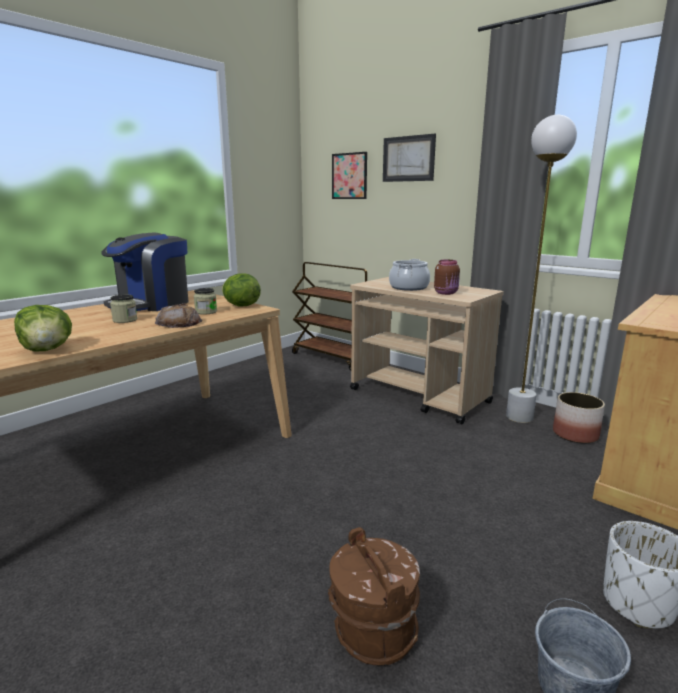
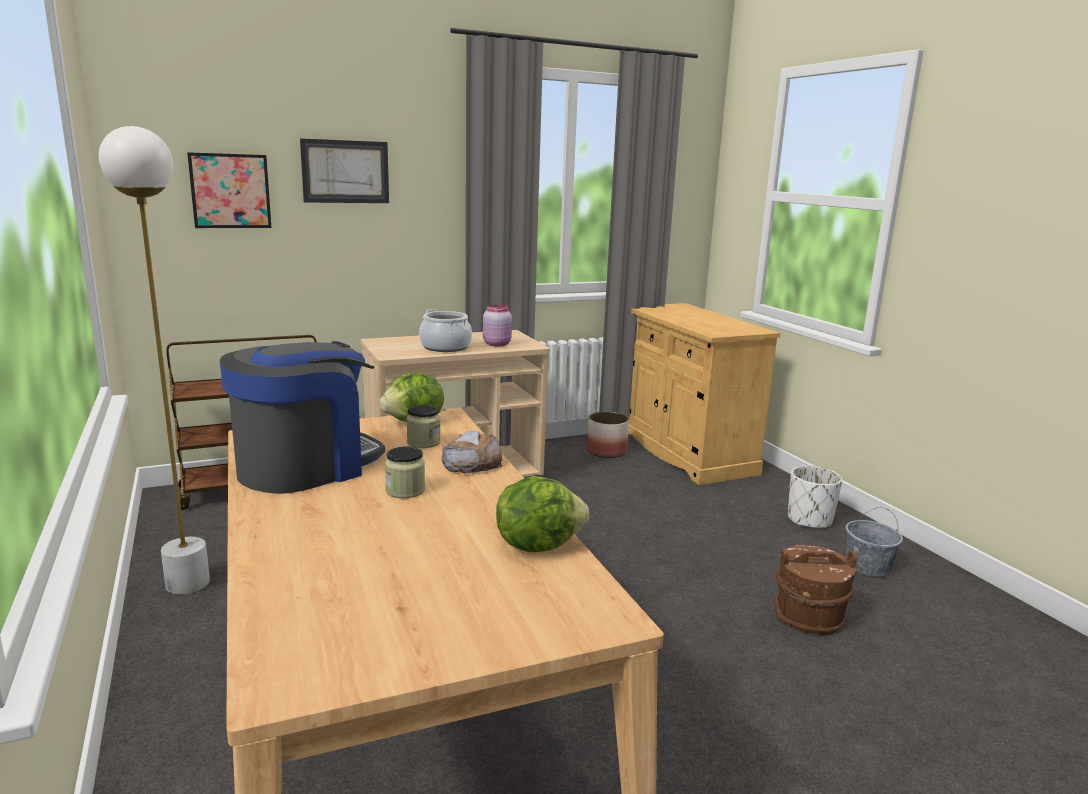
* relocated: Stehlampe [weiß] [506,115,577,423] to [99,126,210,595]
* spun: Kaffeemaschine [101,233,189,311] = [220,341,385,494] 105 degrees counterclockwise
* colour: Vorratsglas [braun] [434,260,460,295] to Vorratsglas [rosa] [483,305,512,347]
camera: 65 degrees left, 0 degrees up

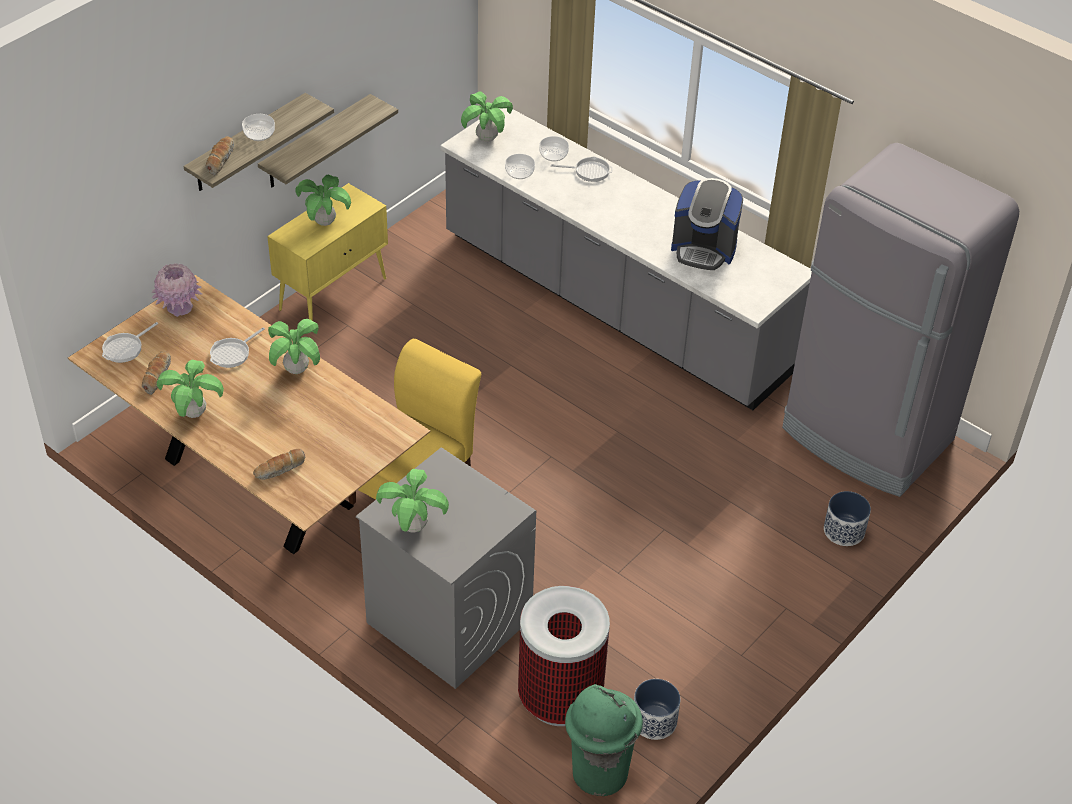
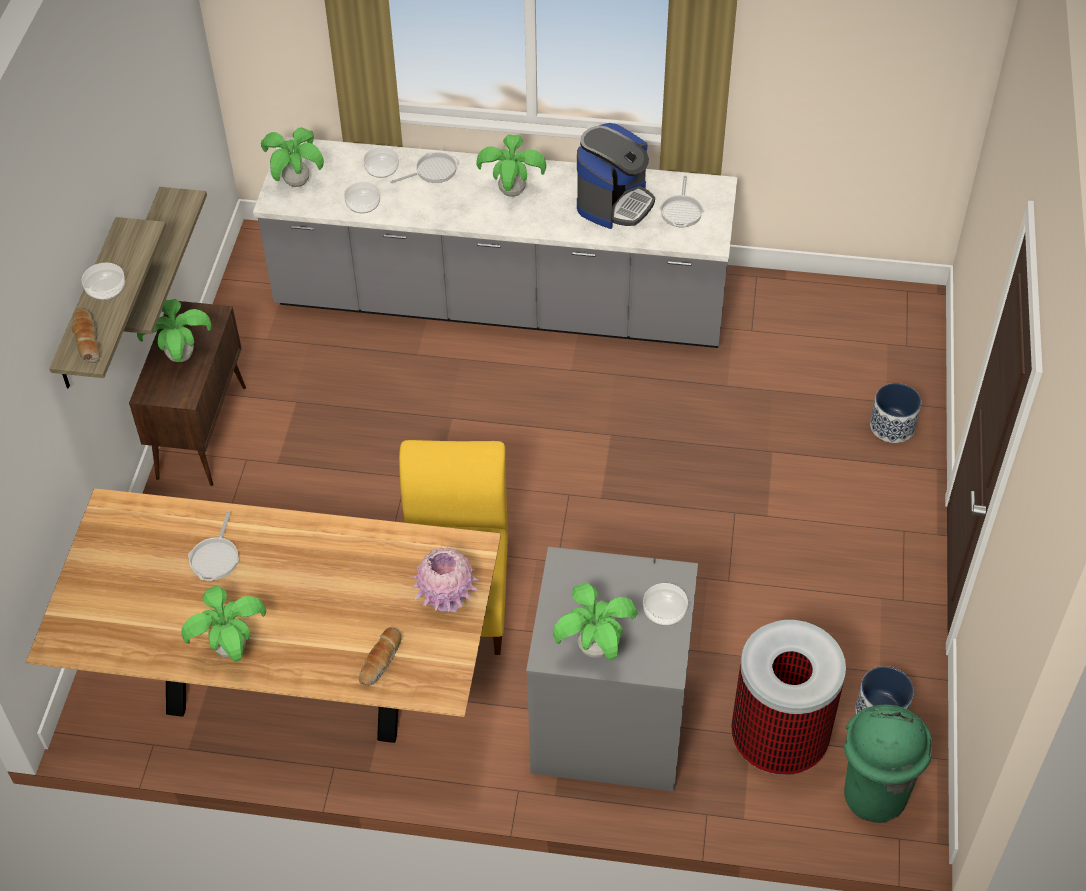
* missing: Kühlschrank [grau] [782,143,1019,497]
* spun: Kaffeemaschine [671,178,743,270] = [577,123,655,229] 45 degrees counterclockwise
* colour: Schrank [gelb] [267,183,388,321] to Schrank [braun] [129,301,246,486]
* relocated: Vase [rosa] [151,263,202,317] to [411,547,479,612]
* relocated: Topfpflanze [268,319,320,374] to [476,134,546,197]
* relocated: Pfanne [102,322,158,363] to [659,176,704,227]
* missing: Brot [142,351,171,395]
* appeared: Schüssel [643,583,688,626]
camera: 30 degrees left, 5 degrees up

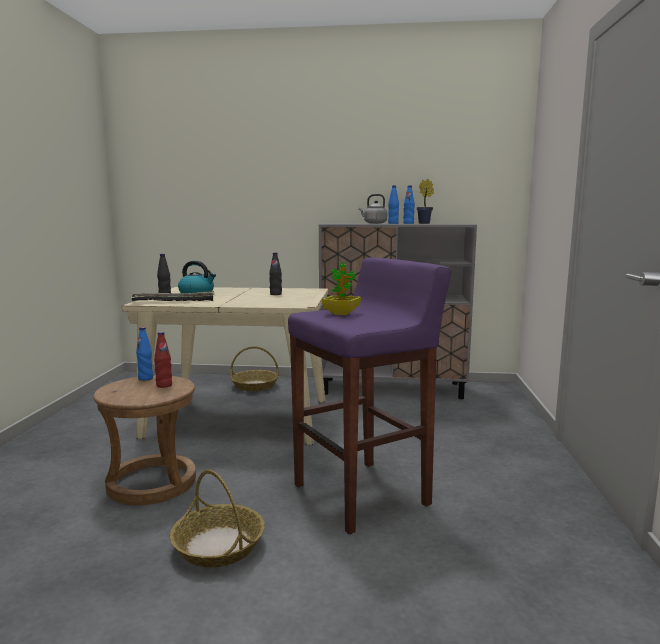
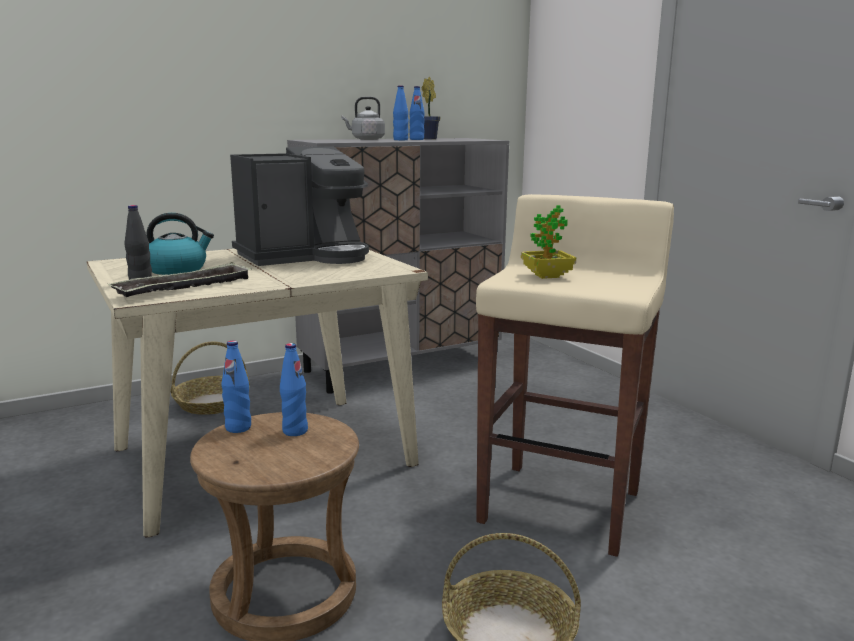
* exchanged: Flasche [schwarz] [269,252,282,295] to Kaffeemaschine [230,146,369,266]
* colour: Hocker [lila] [288,257,451,534] to Hocker [beige] [476,194,674,557]
* colour: Flasche [rot] [154,332,172,388] to Flasche [blau] [280,343,308,436]
camera: 35 degrees left, 5 degrees up

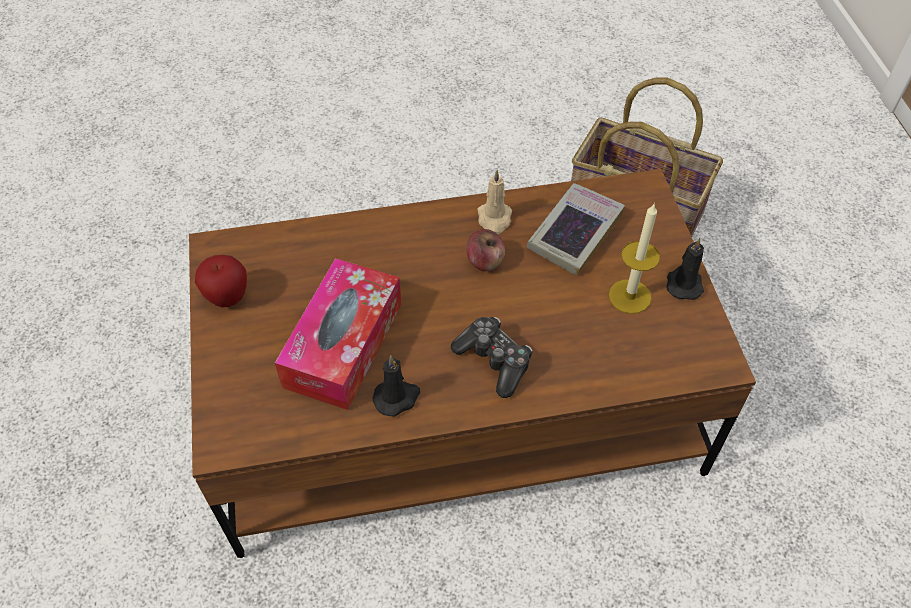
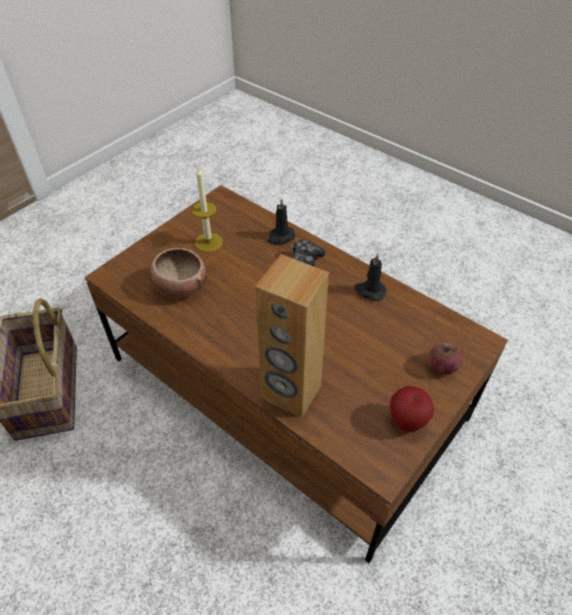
* missing: Kerze [beige] [478,170,512,235]
* exchanged: Buch [527,183,625,276] to Schüssel [149,248,206,297]
* relocated: Apfel [467,229,505,271] to [429,343,462,375]
* relocated: Kerze [schwarz] [667,238,704,300] to [268,198,295,244]
* missing: Taschentuchbox [275,258,402,410]
* appeared: Lautsprecher [braun] [255,254,329,418]
camera: 130 degrees left, 5 degrees down

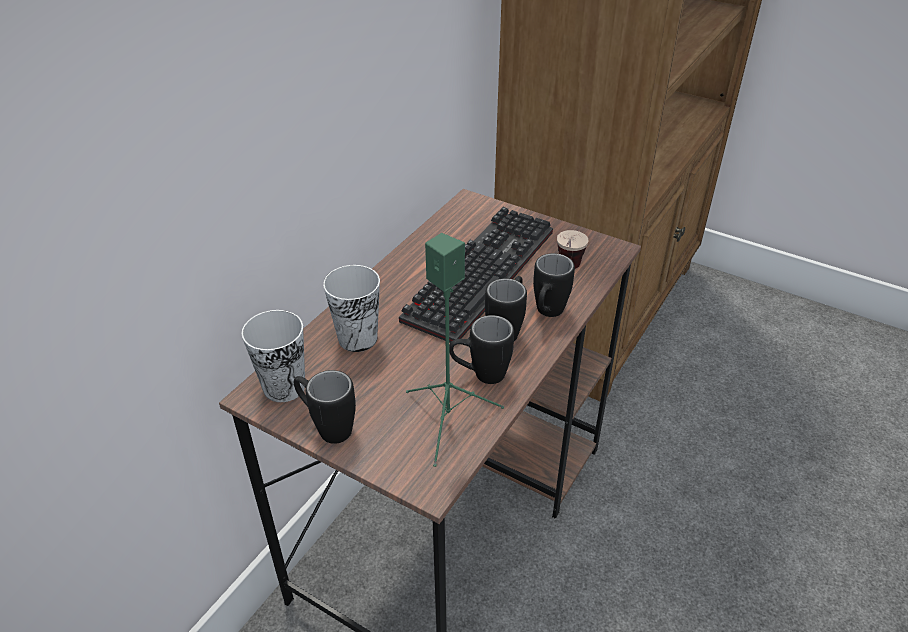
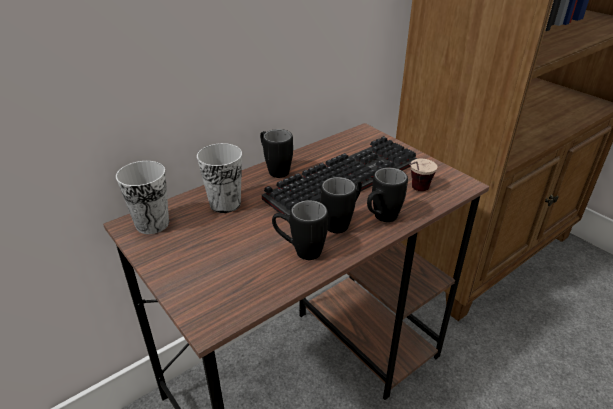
* missing: Lautsprecher [grün] [406,233,504,467]
* relocated: Henkelbecher [schwarz] [294,370,356,444] to [260,129,293,178]
camera: 20 degrees right, 5 degrees down

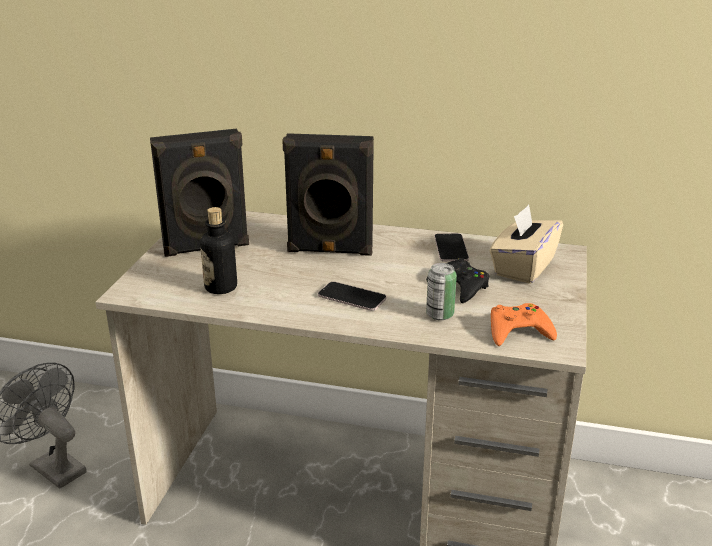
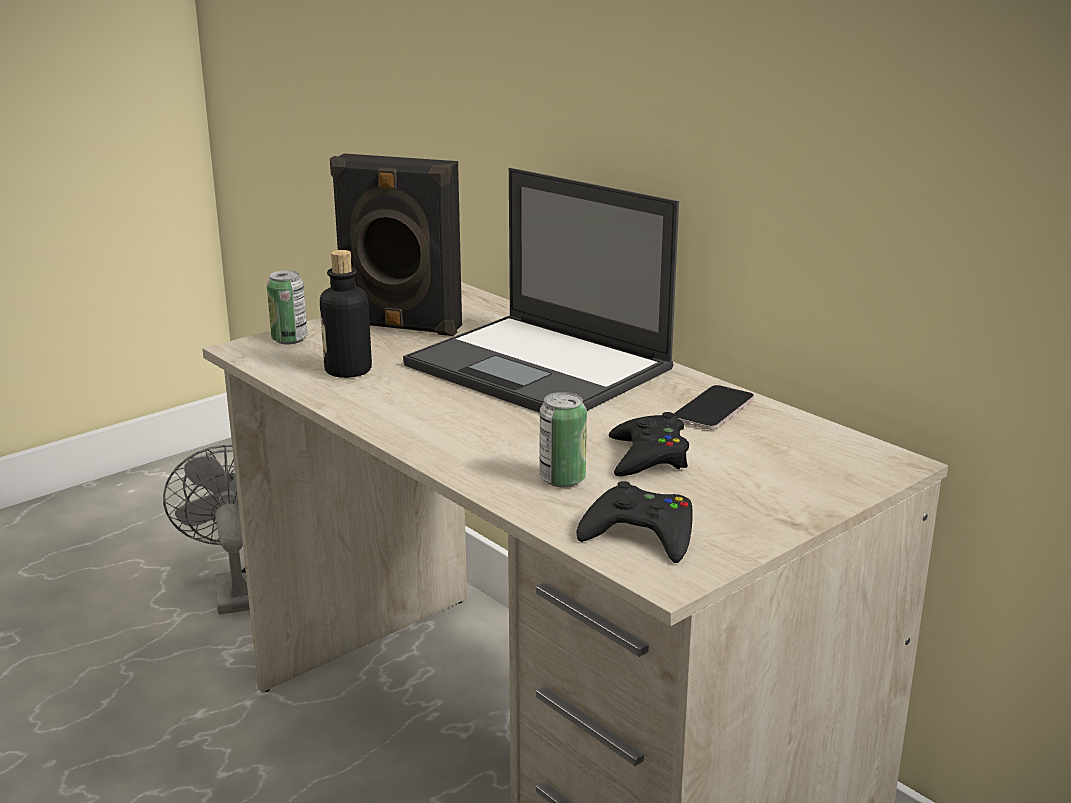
* exchanged: Lautsprecher [schwarz] [282,133,374,256] to Laptop [403,168,679,413]
* missing: Taschentuchbox [beige] [490,205,563,284]
* missing: Handy [318,281,387,311]
* colour: Gamepad [orange] [491,303,557,346] to Gamepad [schwarz] [576,481,693,563]
* appeared: Dose [267,270,307,344]
camera: 35 degrees right, 5 degrees down

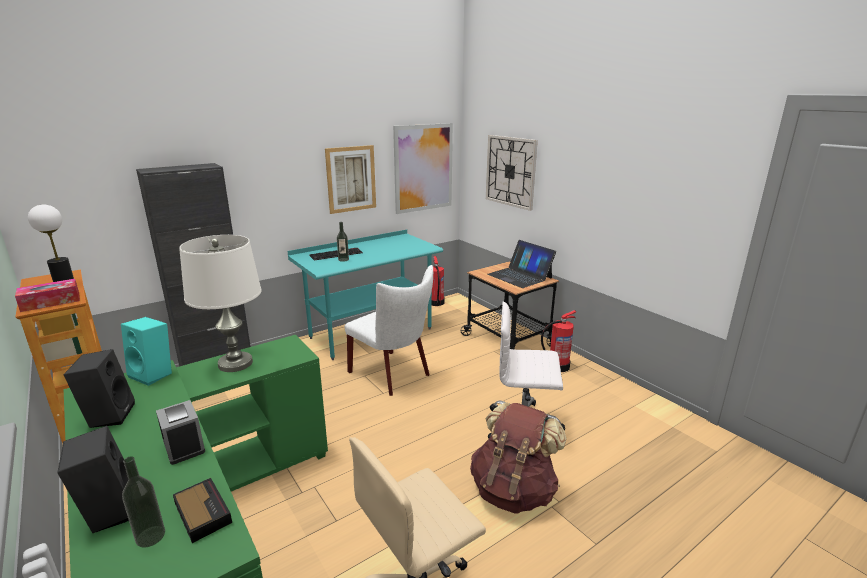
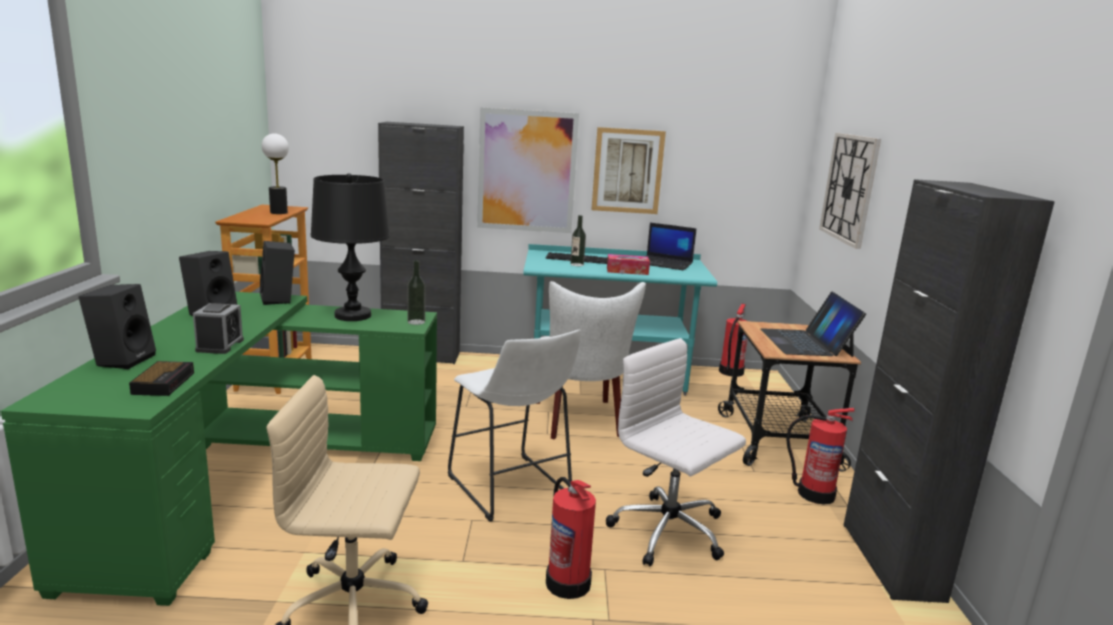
* relocated: Bild [393,123,453,214] to [477,107,579,233]
* colour: Tischlampe [weiß] [179,235,262,372] to Tischlampe [schwarz] [311,173,390,321]
* relocated: Taschentuchbox [15,279,80,312] to [607,254,650,275]
* colour: Lautsprecher [türkis] [121,317,172,386] to Lautsprecher [schwarz] [260,241,295,305]
* exchanged: Rucksack [braun] [470,402,566,514] to Feuerlöscher [546,477,596,599]
* relocated: Flasche [122,456,165,548] to [407,260,425,325]
* appeared: Schrank [schwarz] [843,179,1055,603]
* appeared: Laptop [647,223,697,270]
* appeared: Hocker [weiß] [448,330,581,522]
camera: 35 degrees right, 5 degrees down

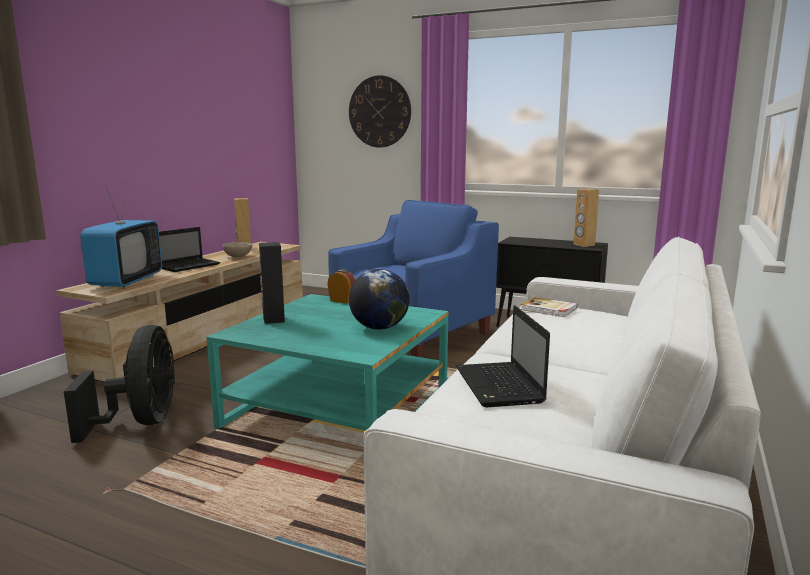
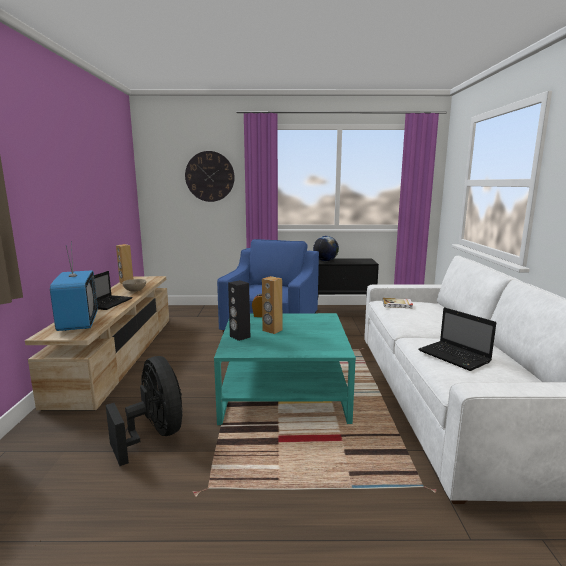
* relocated: Lautsprecher [braun] [573,189,599,247] to [262,276,283,334]
* relocated: Globus [349,269,410,330] to [313,236,339,261]
camera: 25 degrees left, 0 degrees up

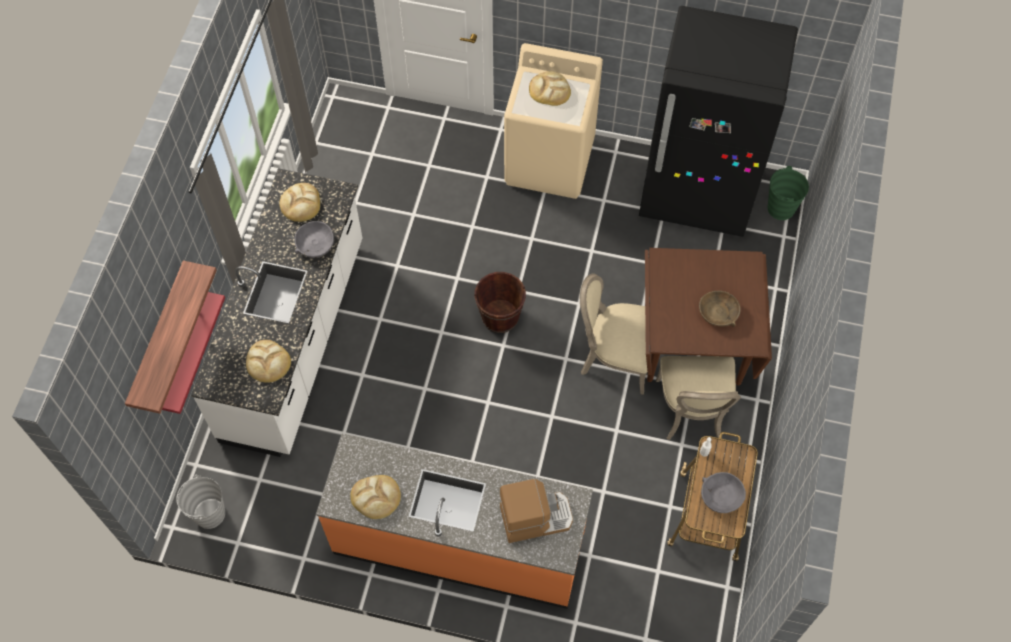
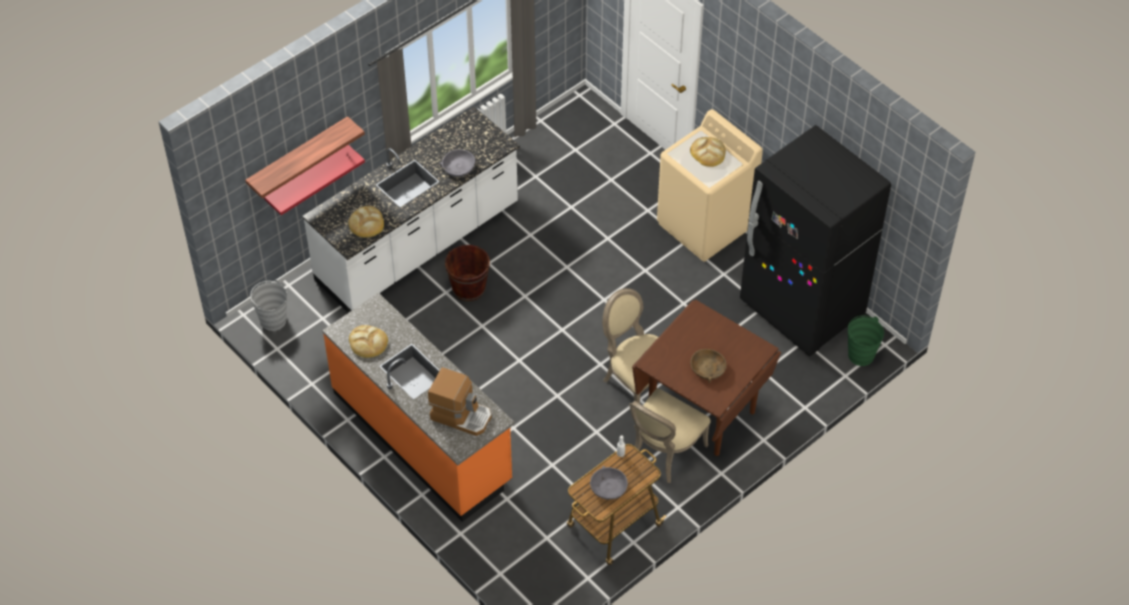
* missing: Brot [280,183,320,222]
* relocated: Eimer [braun] [474,272,526,333] to [445,245,490,301]
camera: 35 degrees right, 10 degrees down

